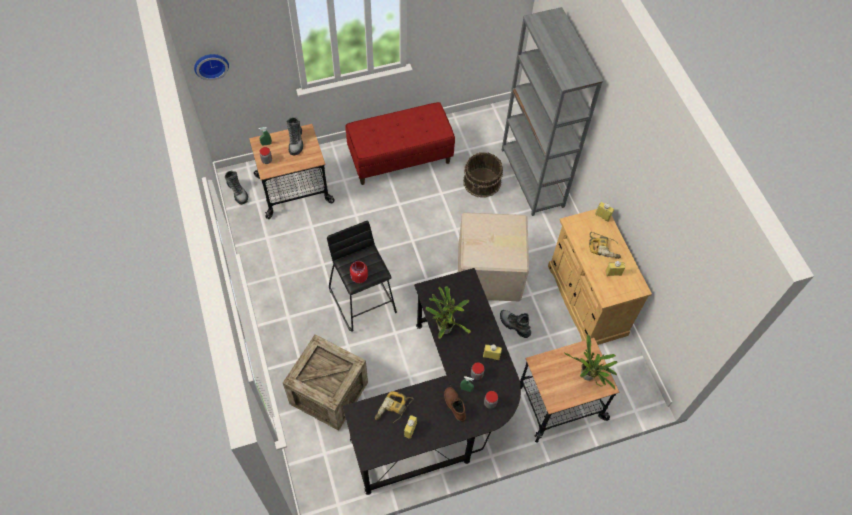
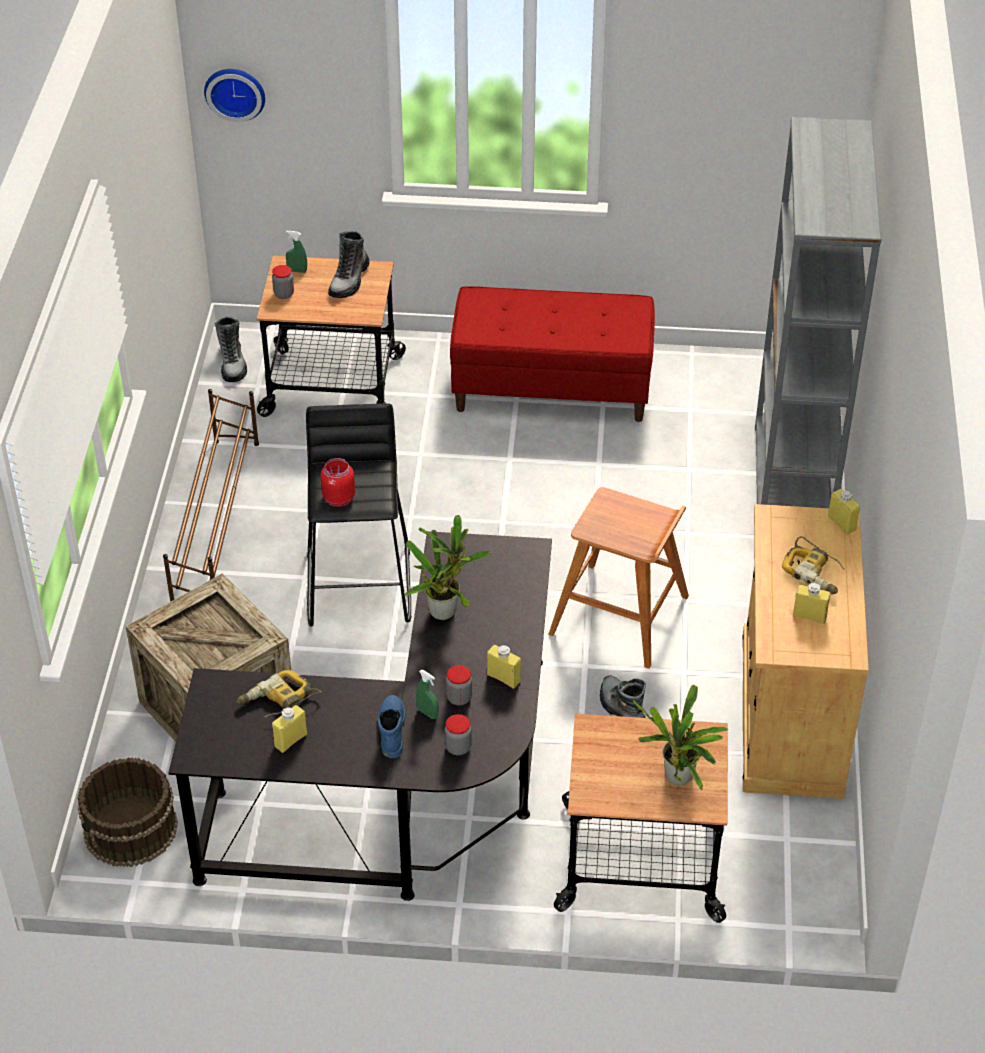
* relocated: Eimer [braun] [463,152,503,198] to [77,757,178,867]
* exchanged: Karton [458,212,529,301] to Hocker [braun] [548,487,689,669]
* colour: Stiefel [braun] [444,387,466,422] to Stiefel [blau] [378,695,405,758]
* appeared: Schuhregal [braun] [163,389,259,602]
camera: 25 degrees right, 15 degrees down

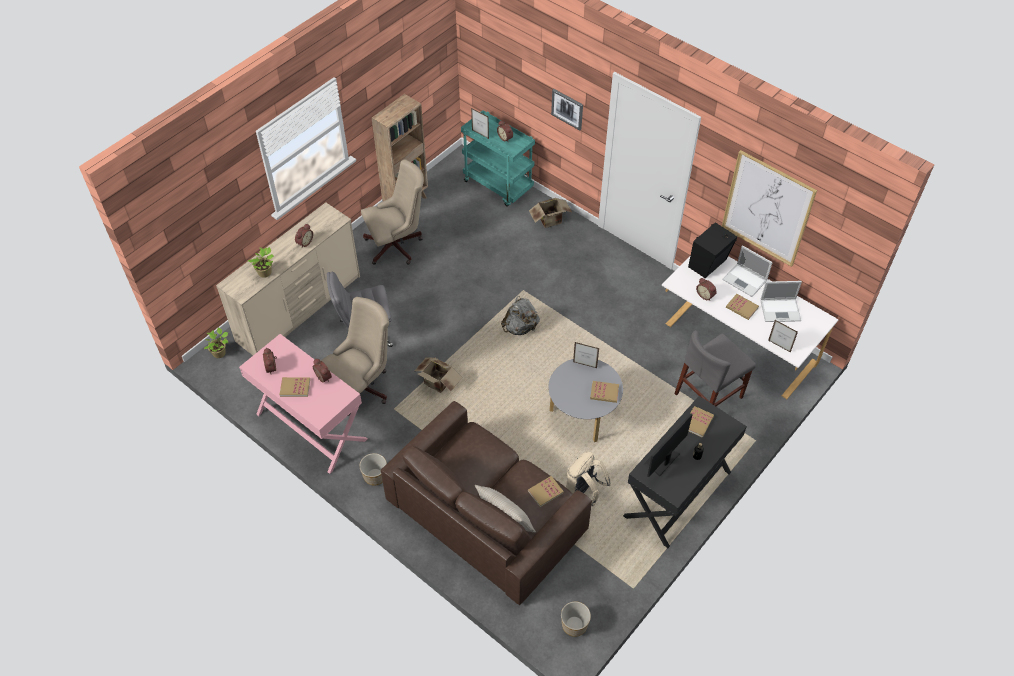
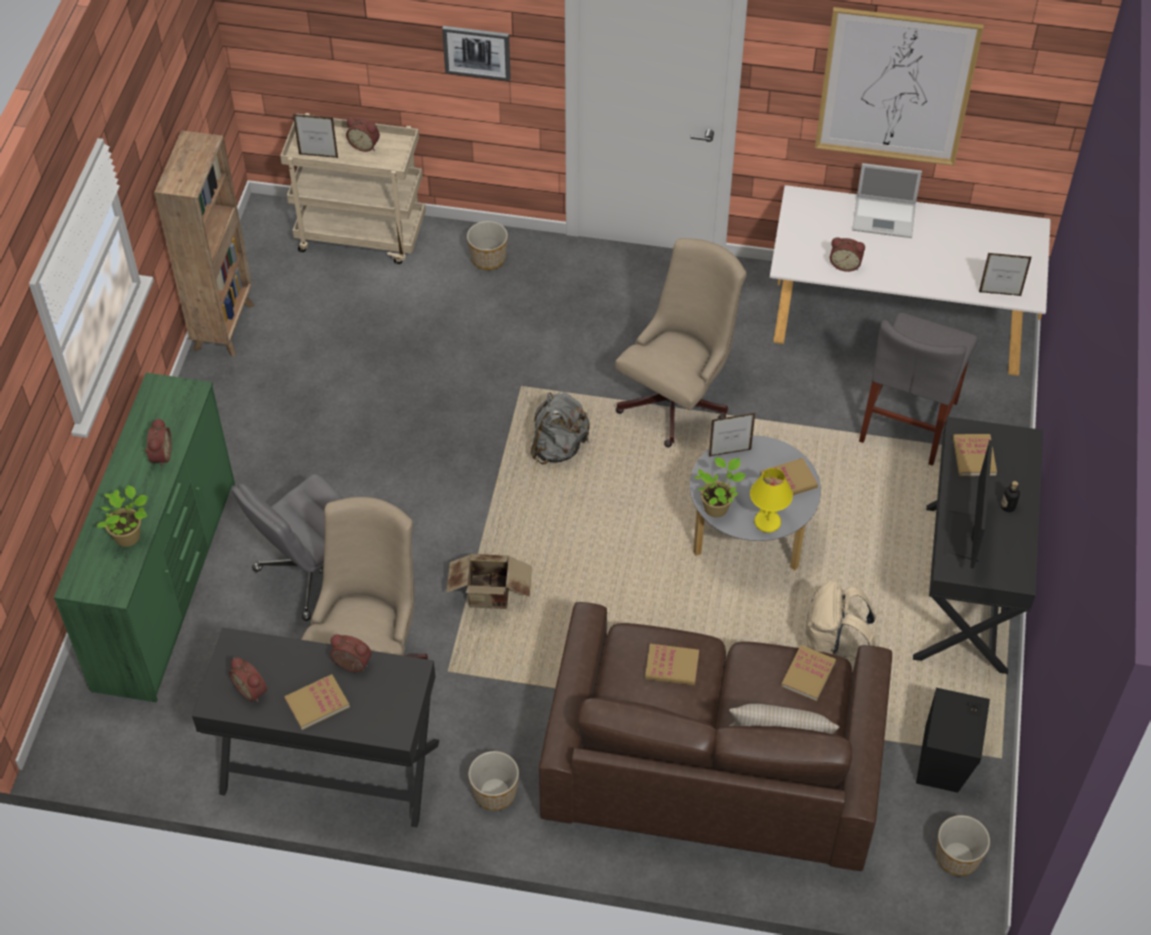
* colour: Rollwagen [türkis] [461,110,535,207] to Rollwagen [beige] [280,113,426,264]
* relocated: Bürostuhl [beige] [361,159,424,265] to [615,238,747,447]
* exchanged: Karton [529,198,573,228] to Pflanzkübel [467,221,508,270]
* colour: Kommode [beige] [216,202,360,355] to Kommode [grün] [54,373,235,702]
* relocated: Lautsprecher [schwarz] [688,222,737,278] to [916,688,990,793]
* missing: Laptop [761,281,802,322]
* relocated: Buch [726,294,759,320] to [645,644,699,685]
* relocated: Topfpflanze [204,328,228,358] to [694,458,746,517]
* colour: Schreibtisch [rosa] [239,334,367,474] to Schreibtisch [schwarz] [192,627,439,827]
* appeared: Tischlampe [gelb] [750,468,793,533]
camera: 30 degrees left, 0 degrees up

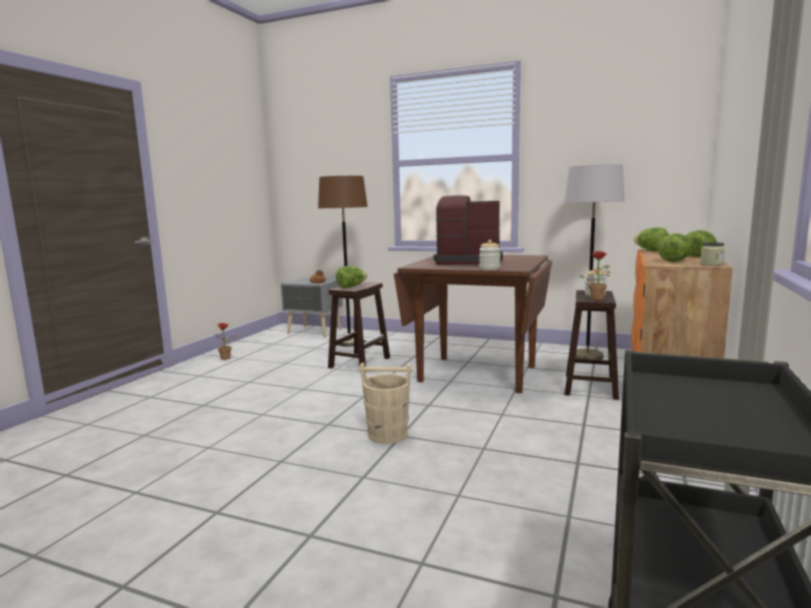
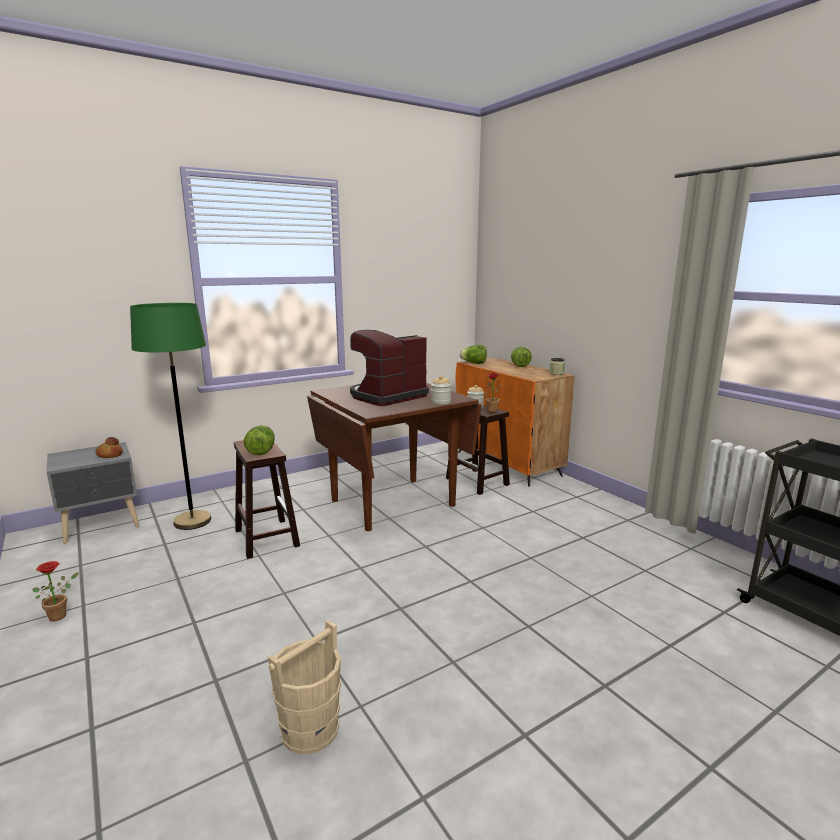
* missing: Stehlampe [grau] [565,164,625,360]
* colour: Stehlampe [braun] [318,176,368,347] to Stehlampe [grün] [130,303,211,530]
* missing: Salatkopf [657,233,693,262]
* relocated: Eimer [beige] [359,363,412,444] to [268,620,341,755]
camera: 55 degrees left, 5 degrees up

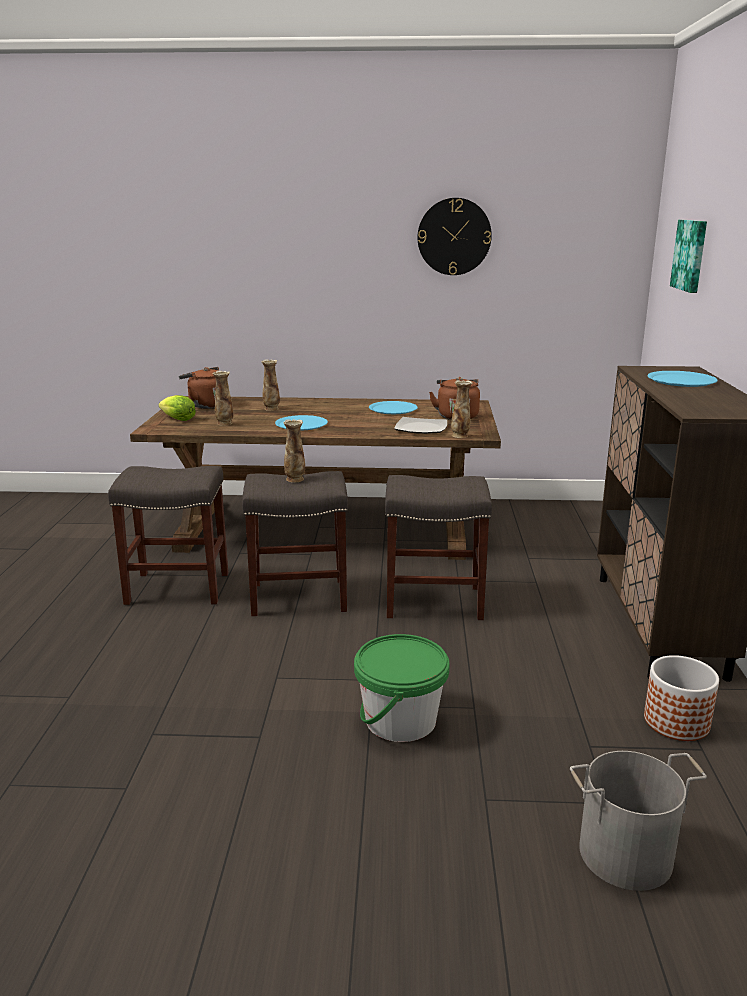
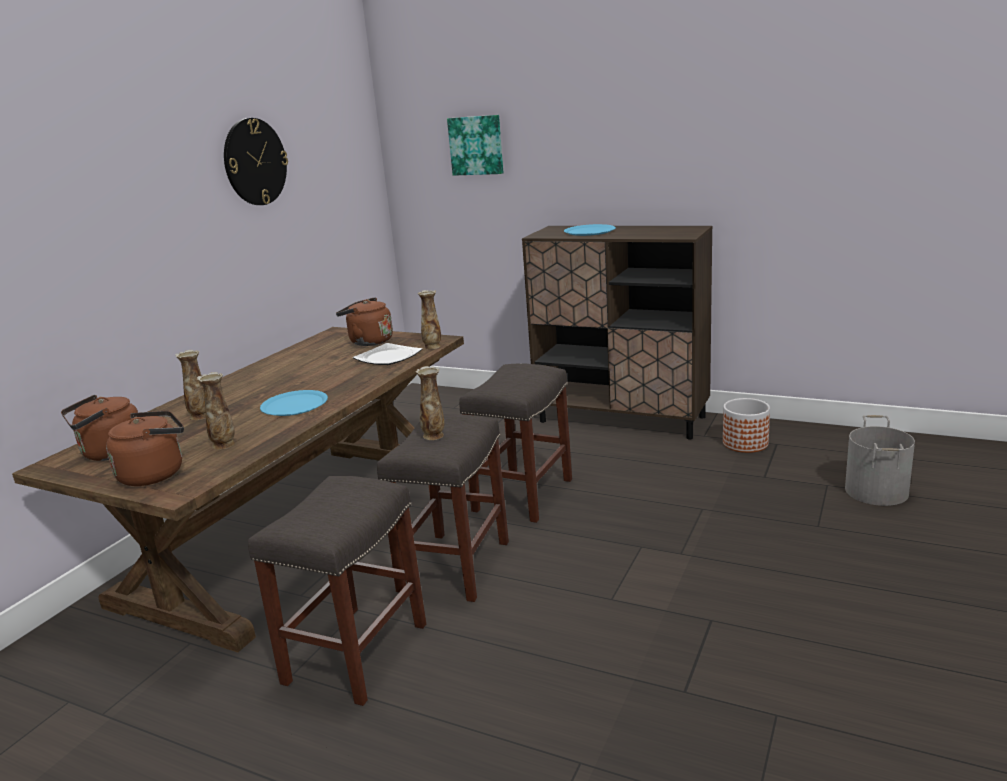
* exchanged: Salatkopf [159,395,196,421] to Wasserkessel [braun] [106,411,184,486]
* missing: Teller [blau] [369,401,418,414]
* missing: Eimer [grün] [354,634,450,742]
camera: 65 degrees left, 0 degrees up

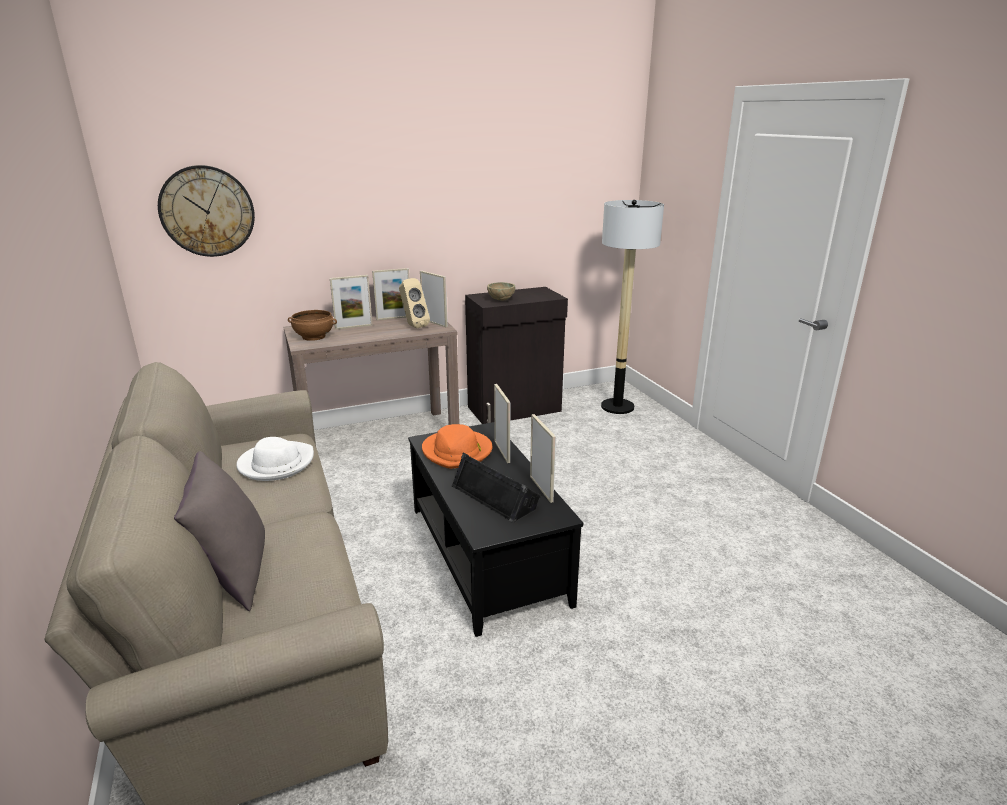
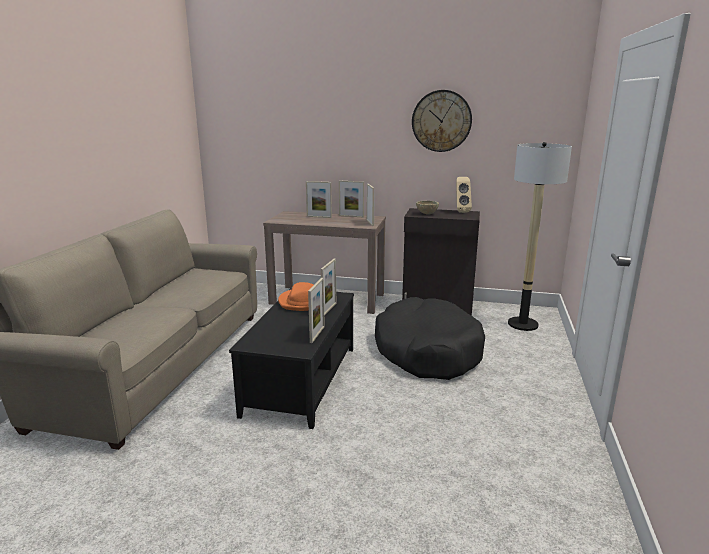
* relocated: Wanduhr [158,165,255,257] to [412,90,472,152]
* relocated: Lautsprecher [beige] [399,278,430,328] to [456,177,472,213]
* missing: Schüssel [braun] [288,310,337,341]
* missing: Hut [weiß] [236,437,314,481]
* missing: Kissen [grau] [174,451,265,611]
* missing: Lautsprecher [schwarz] [452,452,541,523]
* appeared: Hundebett [schwarz] [375,297,485,380]
camera: 35 degrees right, 5 degrees down

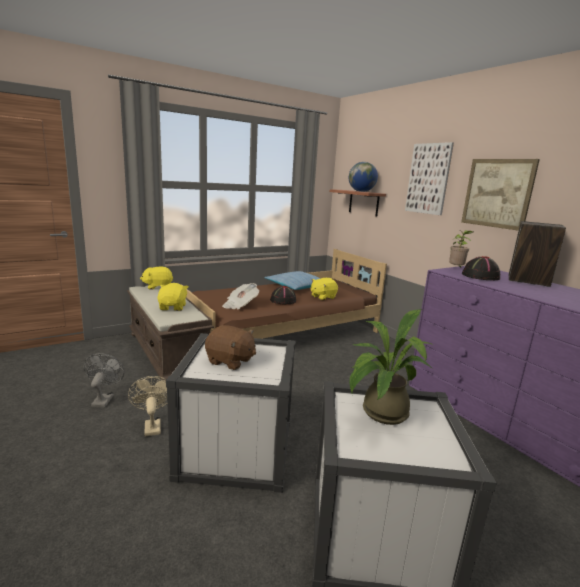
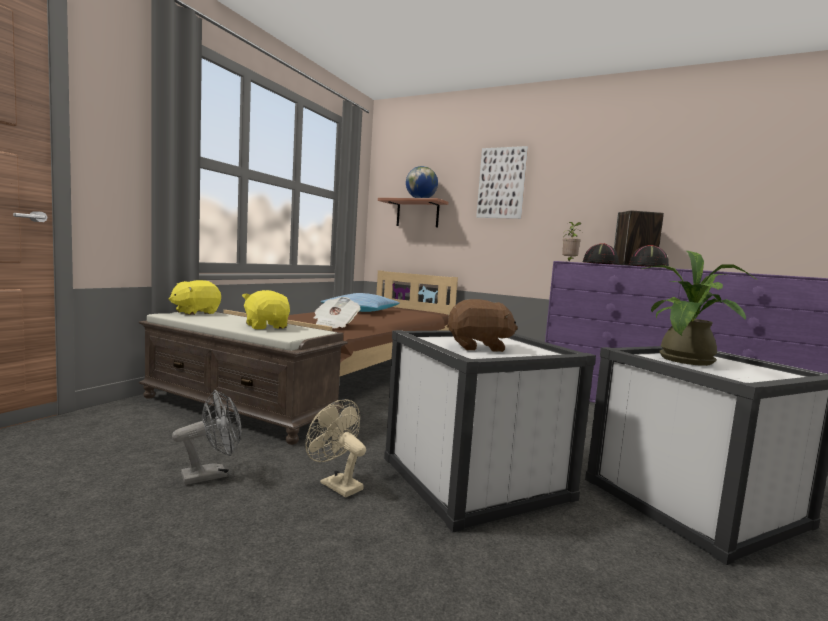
* missing: Bild [461,159,540,231]
* missing: Plüschtier [gelb] [311,278,338,300]
* relocated: Hut [schwarz] [270,286,296,304] to [628,245,669,267]
* spun: Ventilator [grau] [84,353,124,407] = [172,390,241,485] 90 degrees clockwise
camera: 30 degrees left, 10 degrees down

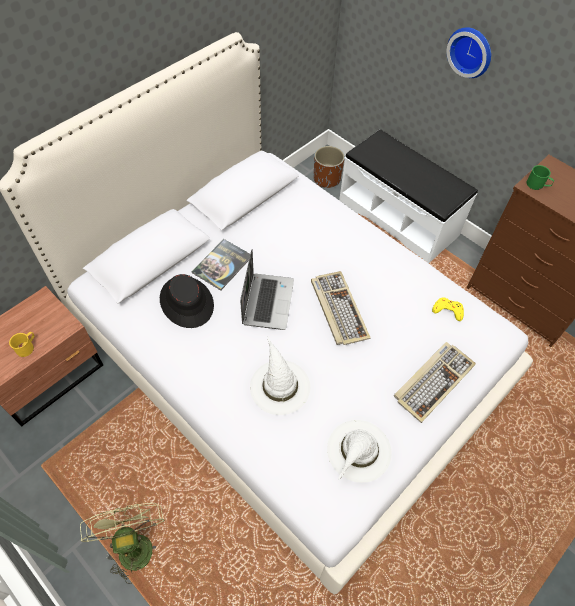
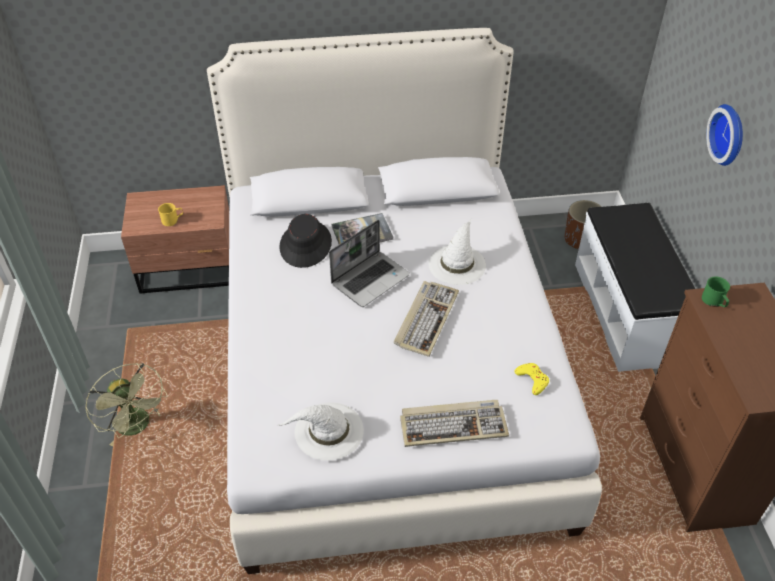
* relocated: Hut [weiß] [250,337,310,415] to [428,219,486,285]
* spun: Ventilator [grün] [80,503,165,584] = [85,363,168,447] 120 degrees clockwise
camera: 40 degrees right, 10 degrees down

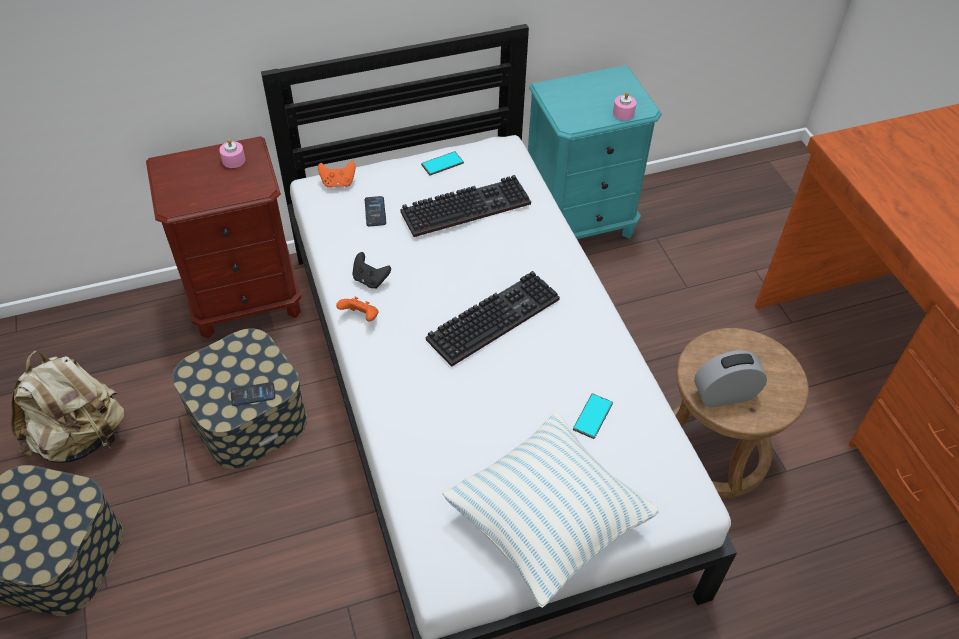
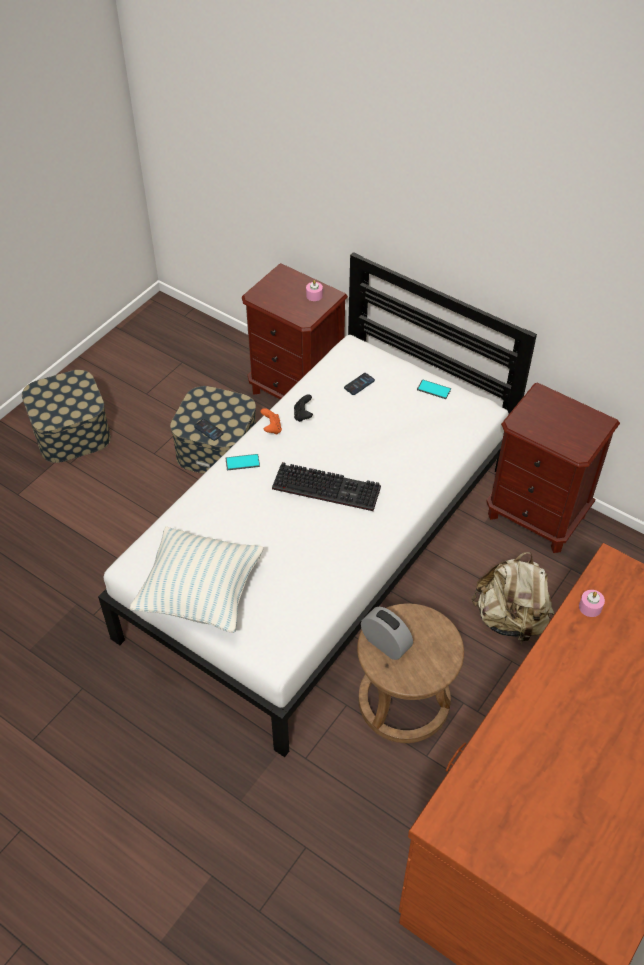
* colour: Nachttisch [türkis] [528,65,662,239] to Nachttisch [braun] [486,382,620,553]
* relocated: Kerze [rosa] [613,92,636,120] to [579,590,605,617]
* missing: Gamepad [orange] [318,161,355,188]
* missing: Tastatur [400,175,531,237]
* relocated: Rucksack [beige] [11,351,124,463] to [472,552,554,643]
* relocated: Handy [573,393,613,439] to [226,454,260,470]
camera: 55 degrees right, 0 degrees up

